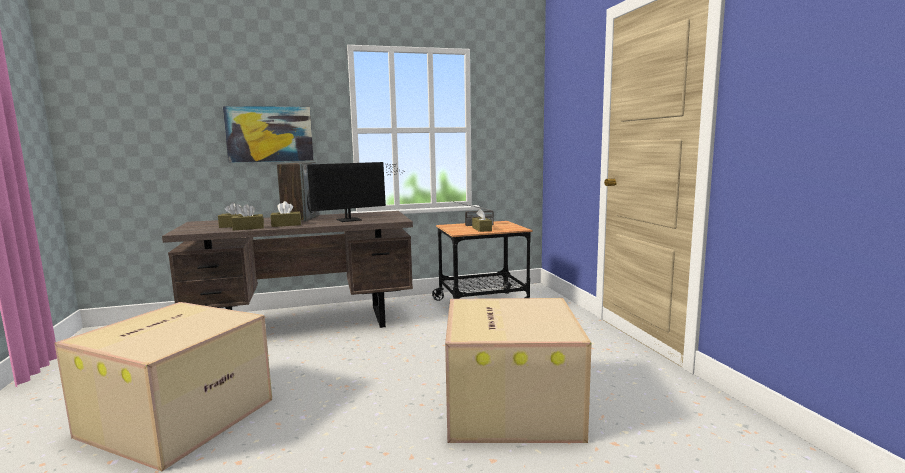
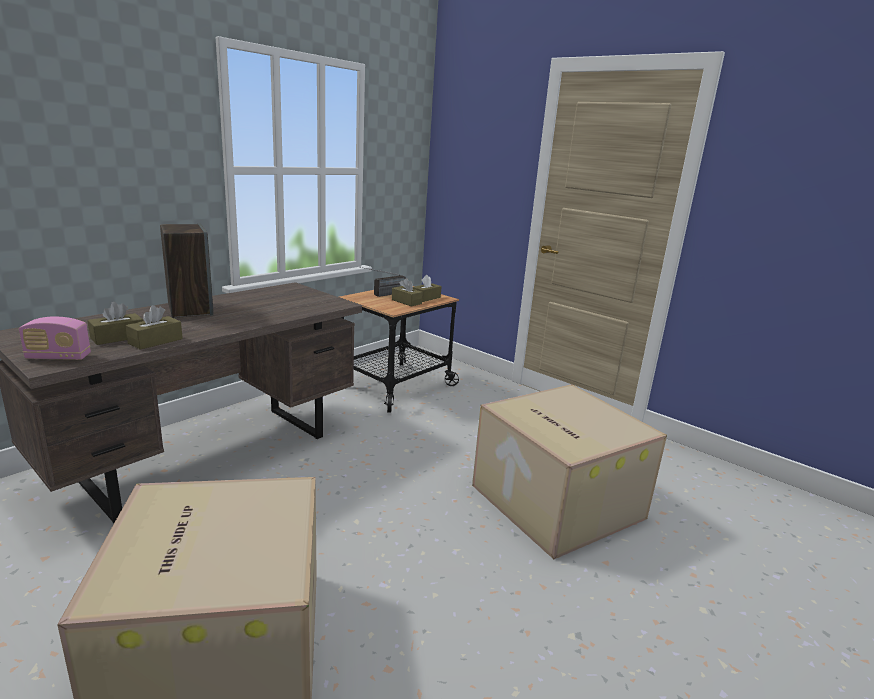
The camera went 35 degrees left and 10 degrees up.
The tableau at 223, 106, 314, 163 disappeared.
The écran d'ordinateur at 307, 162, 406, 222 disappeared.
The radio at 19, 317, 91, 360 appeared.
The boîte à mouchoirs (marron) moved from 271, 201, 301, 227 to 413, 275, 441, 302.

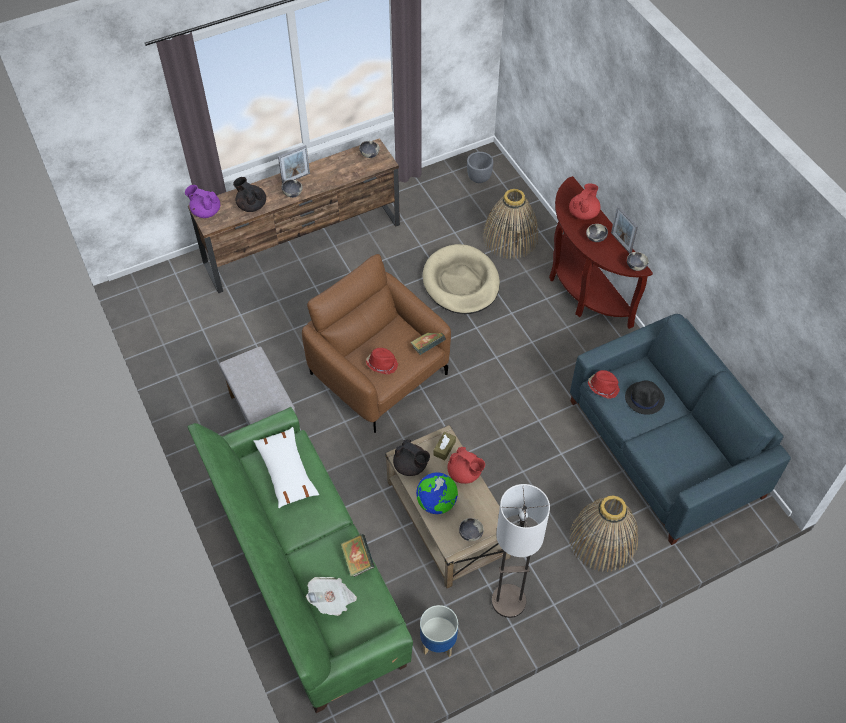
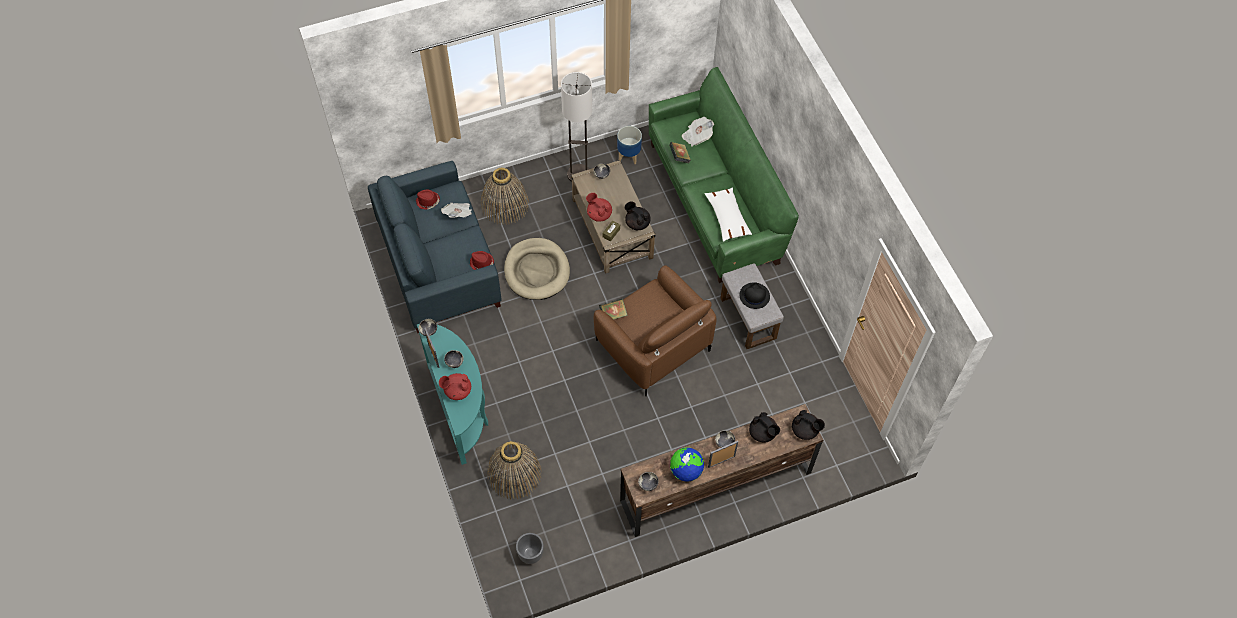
The camera went 175 degrees left and 5 degrees up.
The journal at 441, 203, 472, 218 appeared.
The chapeau (rouge) moved from 366, 348, 398, 374 to 416, 189, 440, 210.
The globe moved from 416, 472, 458, 514 to 670, 447, 704, 482.
The panier pour chien (beige) moved from 423, 244, 500, 314 to 504, 238, 570, 300.
The chapeau (noir) moved from 625, 380, 665, 415 to 739, 282, 770, 309.
The théière (violet) at 185, 185, 220, 218 became the théière (noir) at 792, 410, 825, 440.
The table console (marron) at 549, 176, 653, 329 became the table console (turquoise) at 417, 324, 488, 465.
The théière (rouge) at 569, 183, 601, 220 turned 45 degrees clockwise.

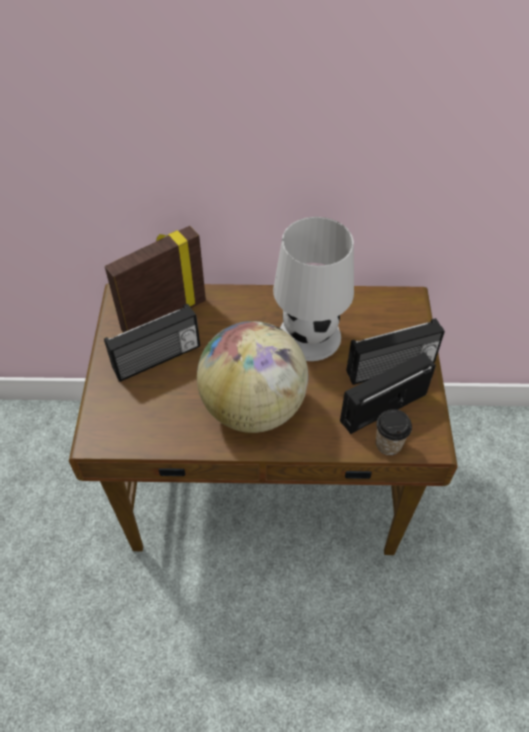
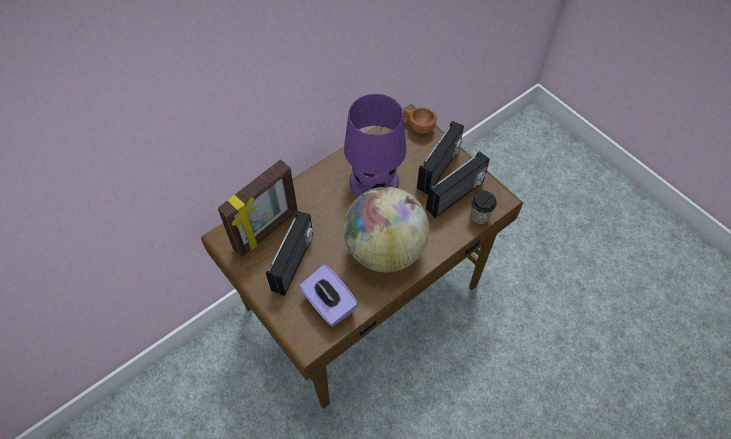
The camera went 40 degrees left and 5 degrees up.
The boîte à mouchoirs (violet) at 299, 264, 358, 327 appeared.
The tasse (marron) at 403, 107, 437, 134 appeared.
The lampe de table (blanc) at 273, 217, 354, 361 became the lampe de table (violet) at 344, 94, 406, 197.
The cadre photo at 105, 226, 206, 333 turned 150 degrees counterclockwise.
The radio at 340, 352, 436, 434 turned 150 degrees counterclockwise.

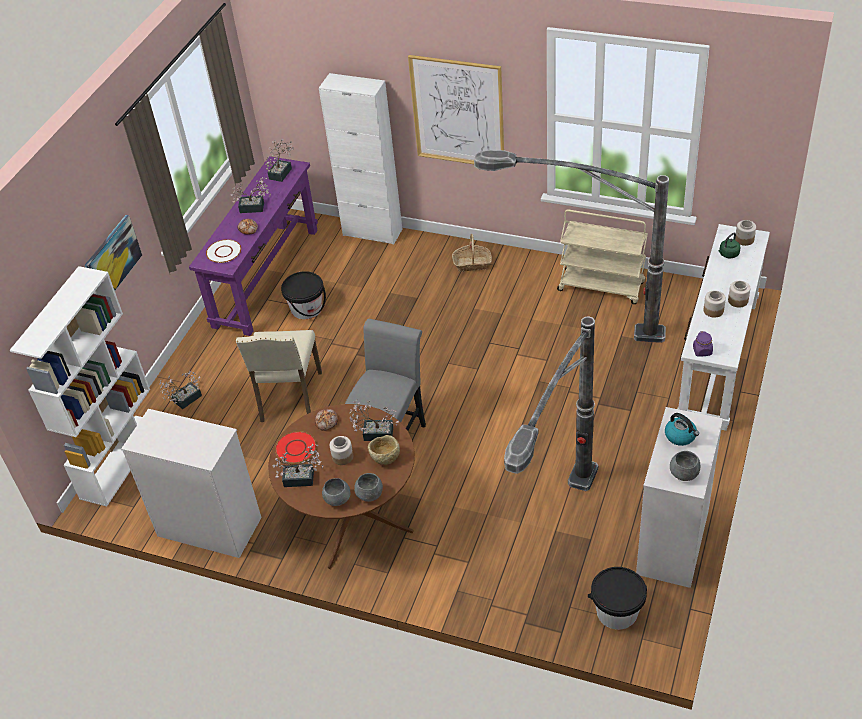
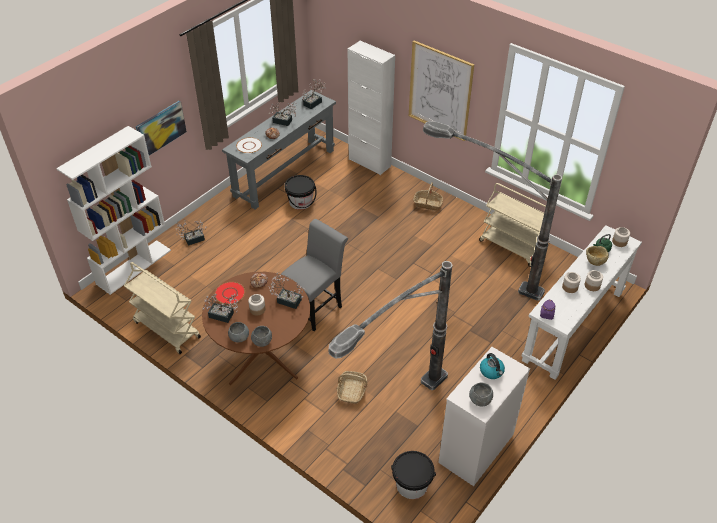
The camera went 15 degrees right and 0 degrees up.
The chaise (beige) at 236, 330, 322, 422 disappeared.
The panier at 337, 371, 368, 404 appeared.
The bol (beige) moved from 368, 435, 400, 465 to 586, 246, 609, 266.
The commode (blanc) at 121, 409, 262, 558 was replaced by the chariot (beige) at 124, 262, 201, 354.
The table console (violet) at 189, 156, 318, 336 became the table console (gris) at 222, 90, 336, 209.

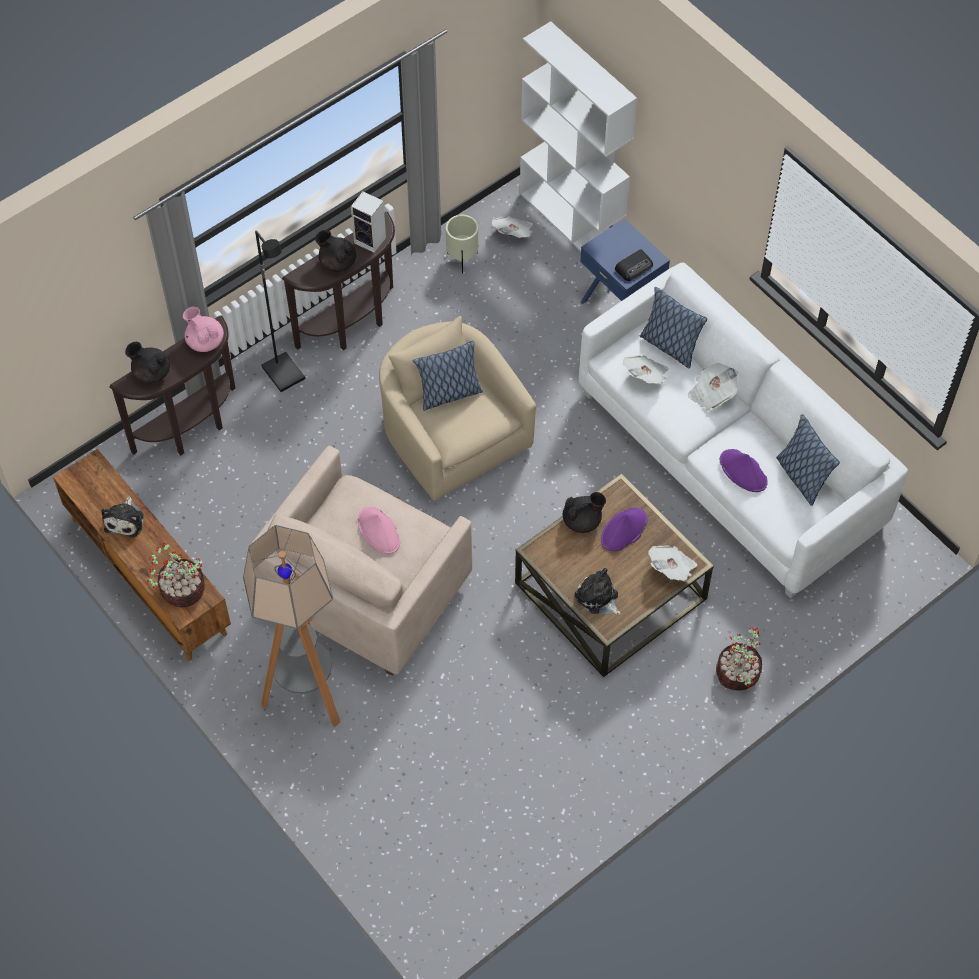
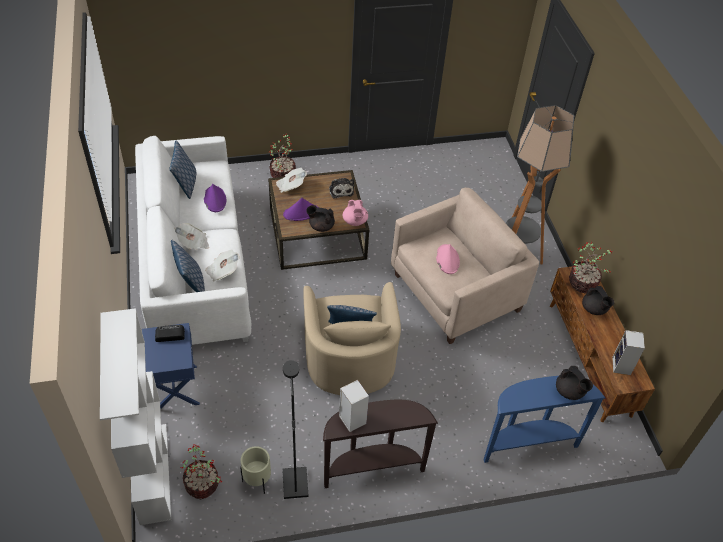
The camera went 155 degrees left and 10 degrees down.
The peluche at 101, 496, 144, 538 disappeared.
The enceinte at 612, 330, 645, 375 appeared.
The théière (rose) moved from 183, 307, 224, 352 to 343, 200, 368, 226.
The lampadaire (noir) moved from 255, 231, 305, 392 to 282, 360, 309, 499.
The théière (noir) moved from 315, 230, 356, 272 to 582, 286, 614, 315.
The journal at 492, 216, 533, 238 was replaced by the plante en pot at 181, 444, 222, 499.
The table console (marron) at 109, 315, 236, 455 became the table console (bleu) at 483, 376, 605, 463.

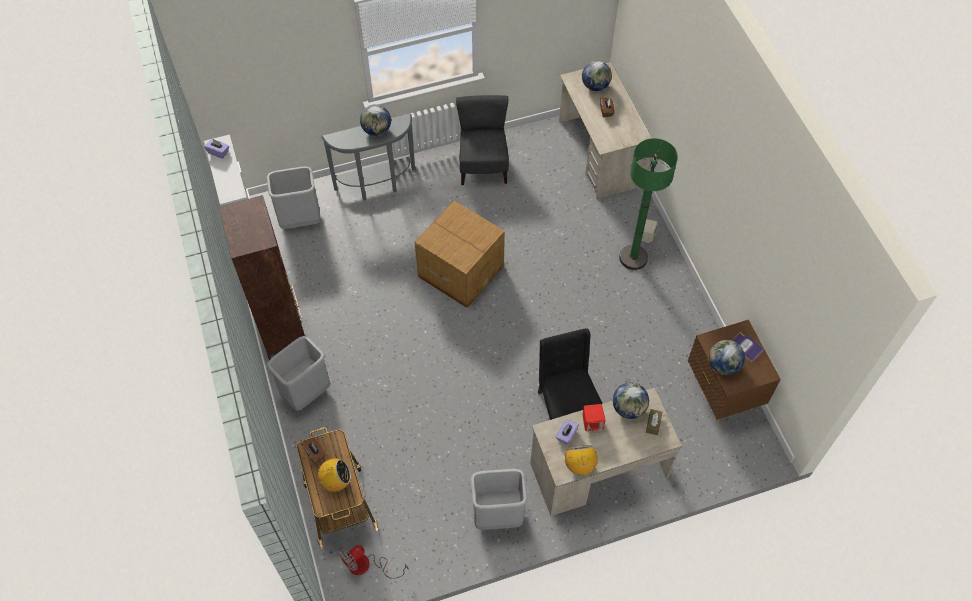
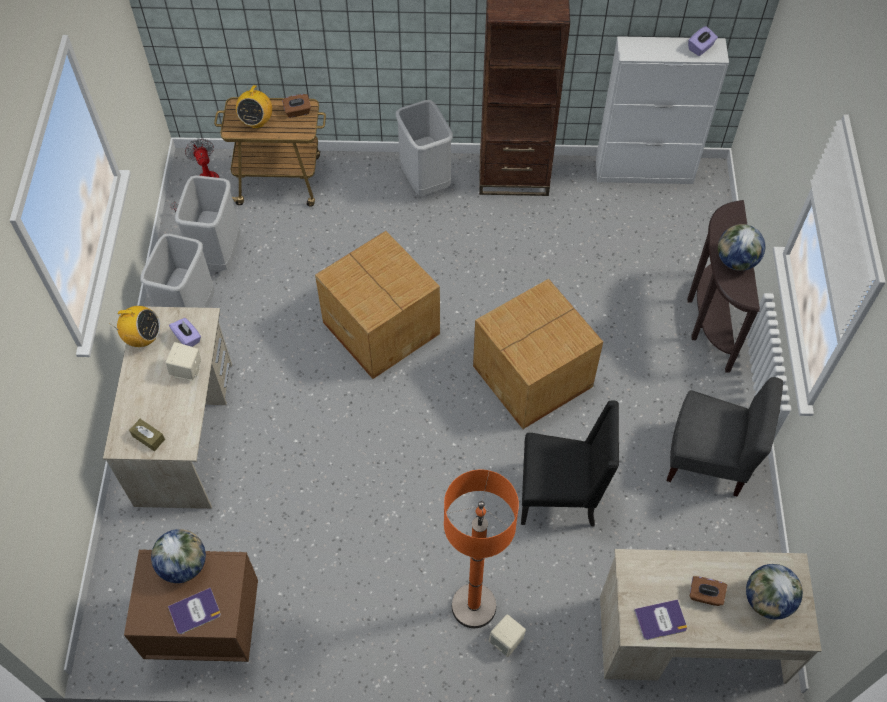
The camera went 110 degrees right and 0 degrees up.
The globe at 613, 382, 649, 419 disappeared.
The carton at 315, 231, 440, 379 appeared.
The livre at 634, 599, 687, 640 appeared.
The poubelle (gris) moved from 267, 166, 321, 229 to 175, 175, 240, 271.
The chaise (noir) moved from 538, 329, 603, 420 to 521, 400, 619, 527.
The table console (gris) at 321, 114, 415, 200 became the table console (marron) at 687, 200, 760, 373.
The enceinte (rouge) at 583, 404, 605, 431 became the enceinte (beige) at 166, 342, 201, 381.
The lampadaire (vert) at 619, 138, 678, 270 became the lampadaire (orange) at 444, 470, 519, 628.

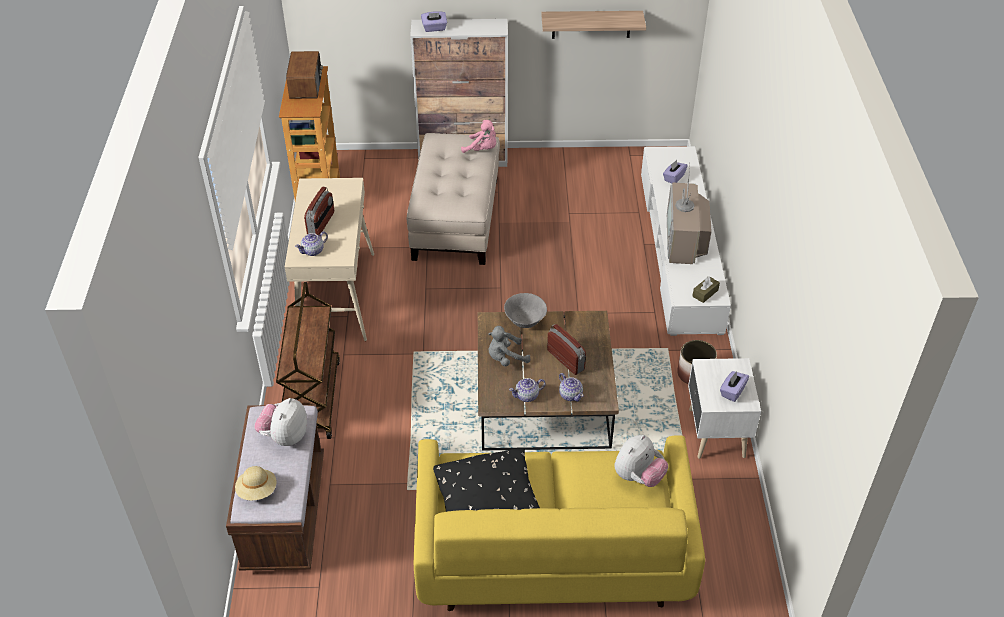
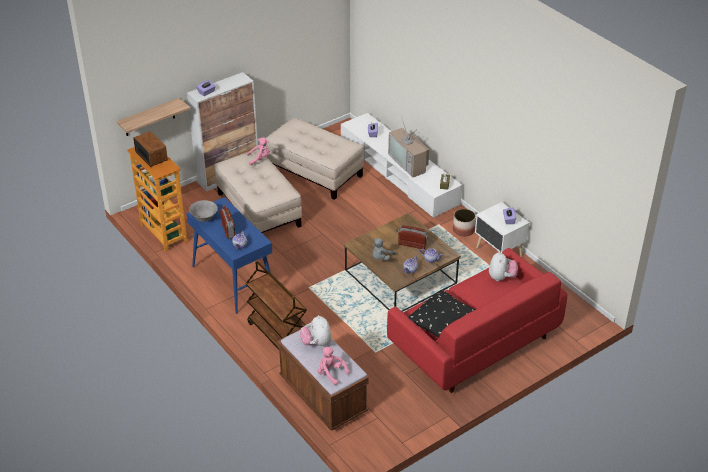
The camera went 35 degrees left and 5 degrees down.
The pouf (beige) at 266, 117, 364, 200 appeared.
The bol (gris) moved from 504, 293, 547, 328 to 189, 200, 218, 222.
The étagère moved from 541, 11, 646, 39 to 117, 98, 190, 136.
The chapeau (beige) at 235, 466, 277, 500 was replaced by the peluche (rose) at 317, 347, 350, 385.
The table console (beige) at 285, 178, 374, 341 became the table console (bleu) at 187, 197, 272, 314.
The canapé (jaune) at 414, 435, 705, 611 became the canapé (rouge) at 387, 248, 567, 393.

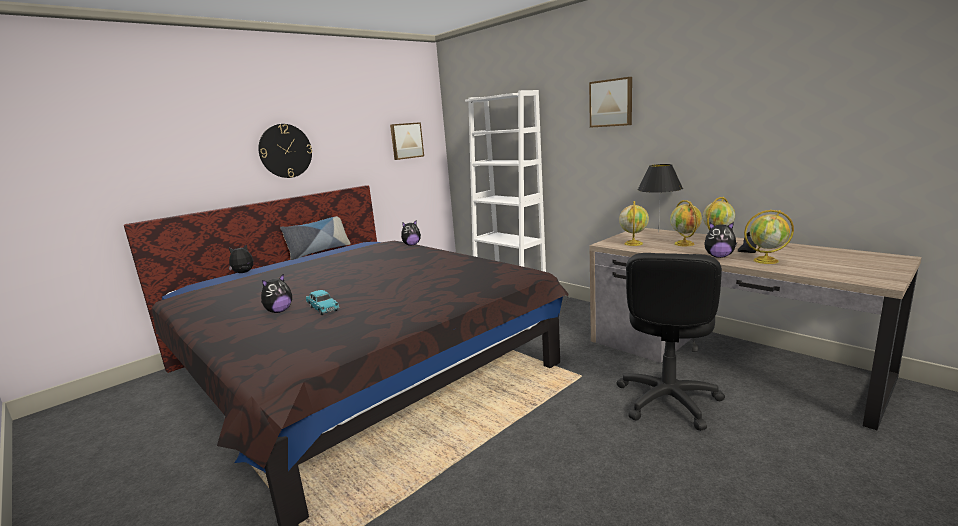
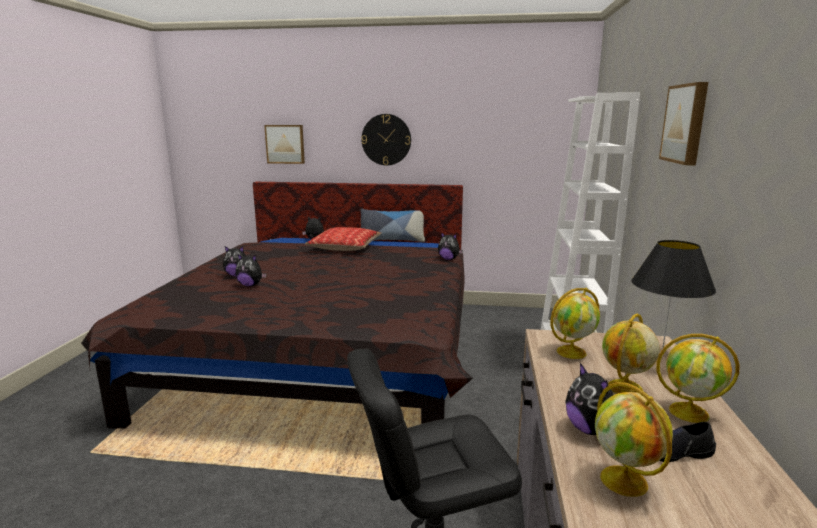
The camera went 50 degrees right and 0 degrees up.
The coussin at 305, 227, 382, 251 appeared.
The tableau moved from 390, 122, 424, 160 to 264, 125, 305, 164.
The petite voiture (turquoise) at 306, 290, 340, 315 was replaced by the peluche at 236, 254, 267, 287.

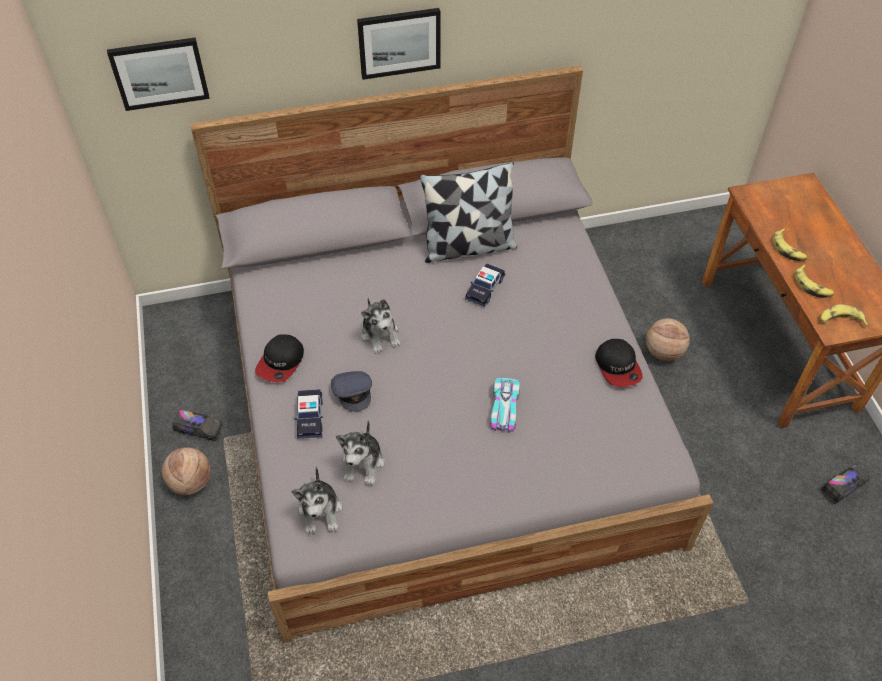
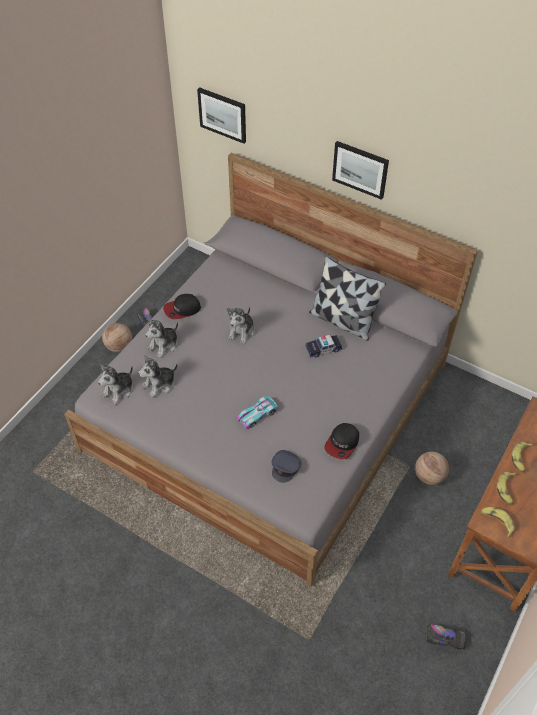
The camera went 45 degrees right and 0 degrees up.
The casquette (gris) moved from 331, 371, 372, 412 to 272, 450, 301, 483.
The petite voiture at 295, 389, 323, 439 was replaced by the peluche at 145, 318, 178, 358.

